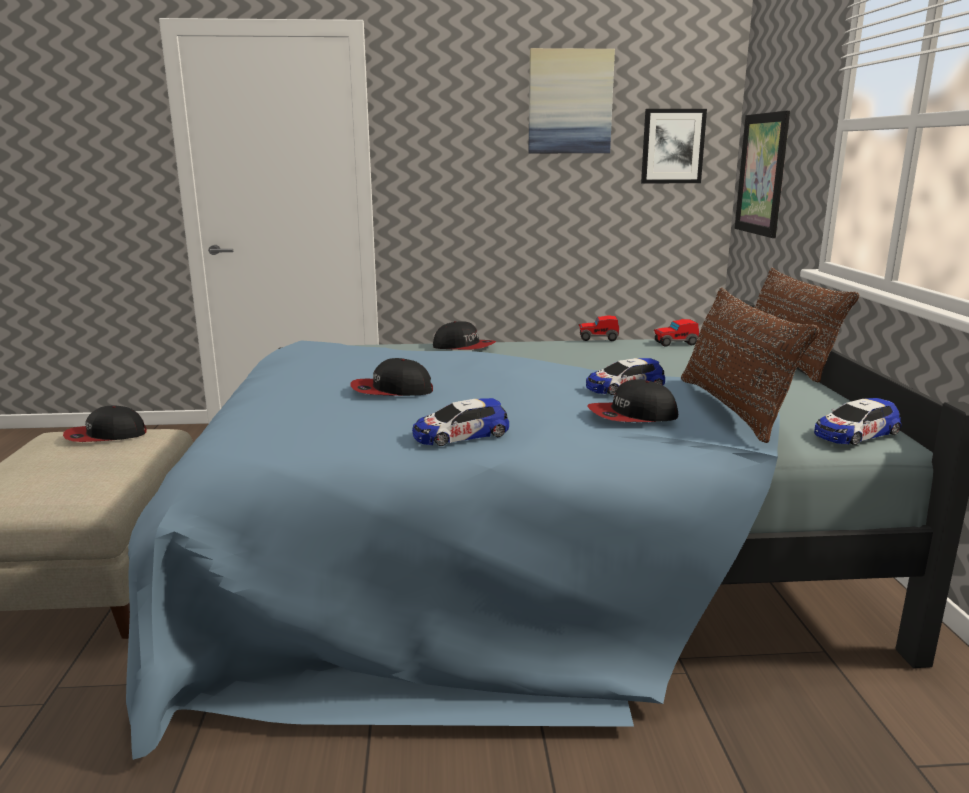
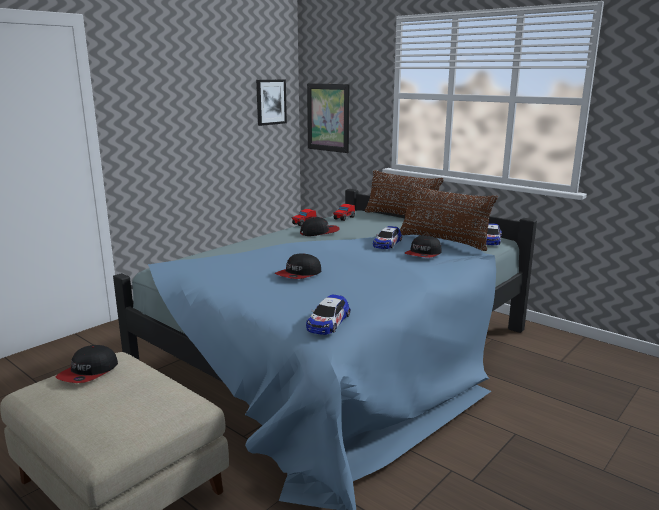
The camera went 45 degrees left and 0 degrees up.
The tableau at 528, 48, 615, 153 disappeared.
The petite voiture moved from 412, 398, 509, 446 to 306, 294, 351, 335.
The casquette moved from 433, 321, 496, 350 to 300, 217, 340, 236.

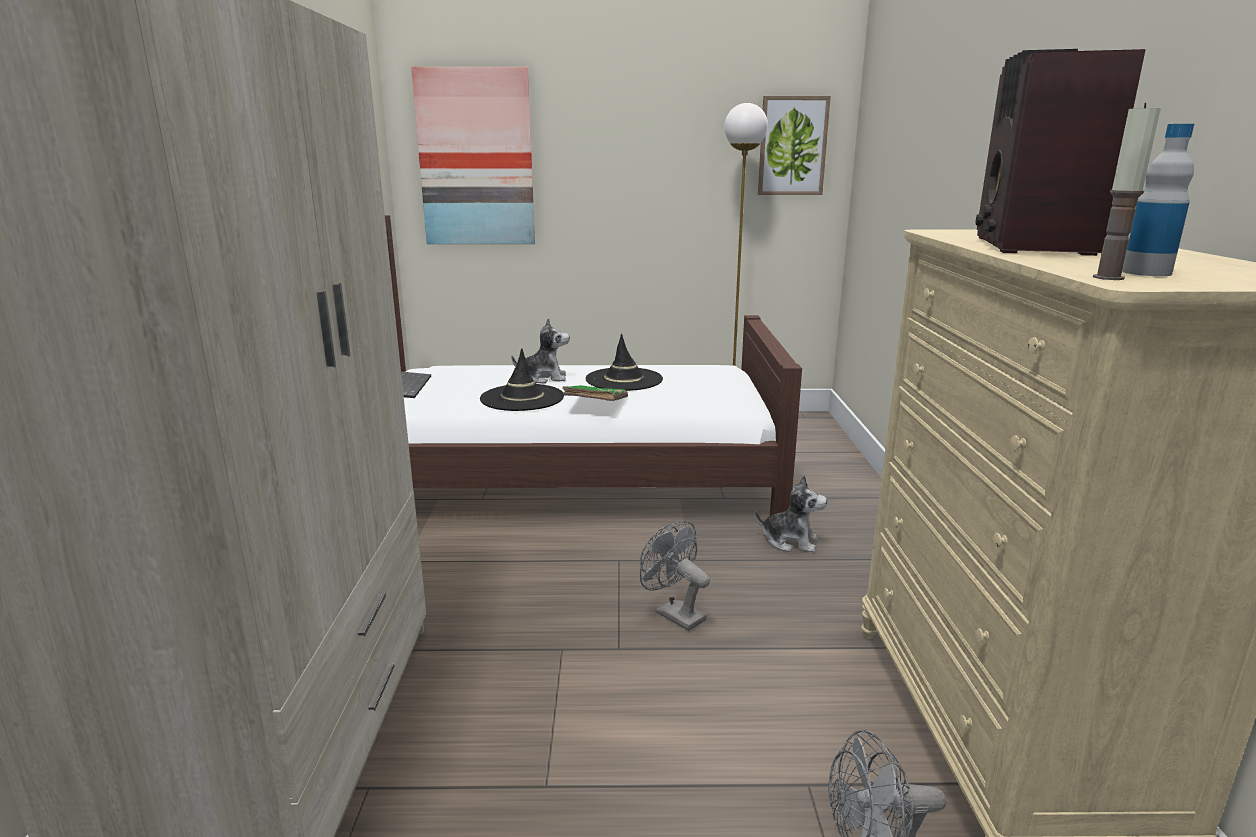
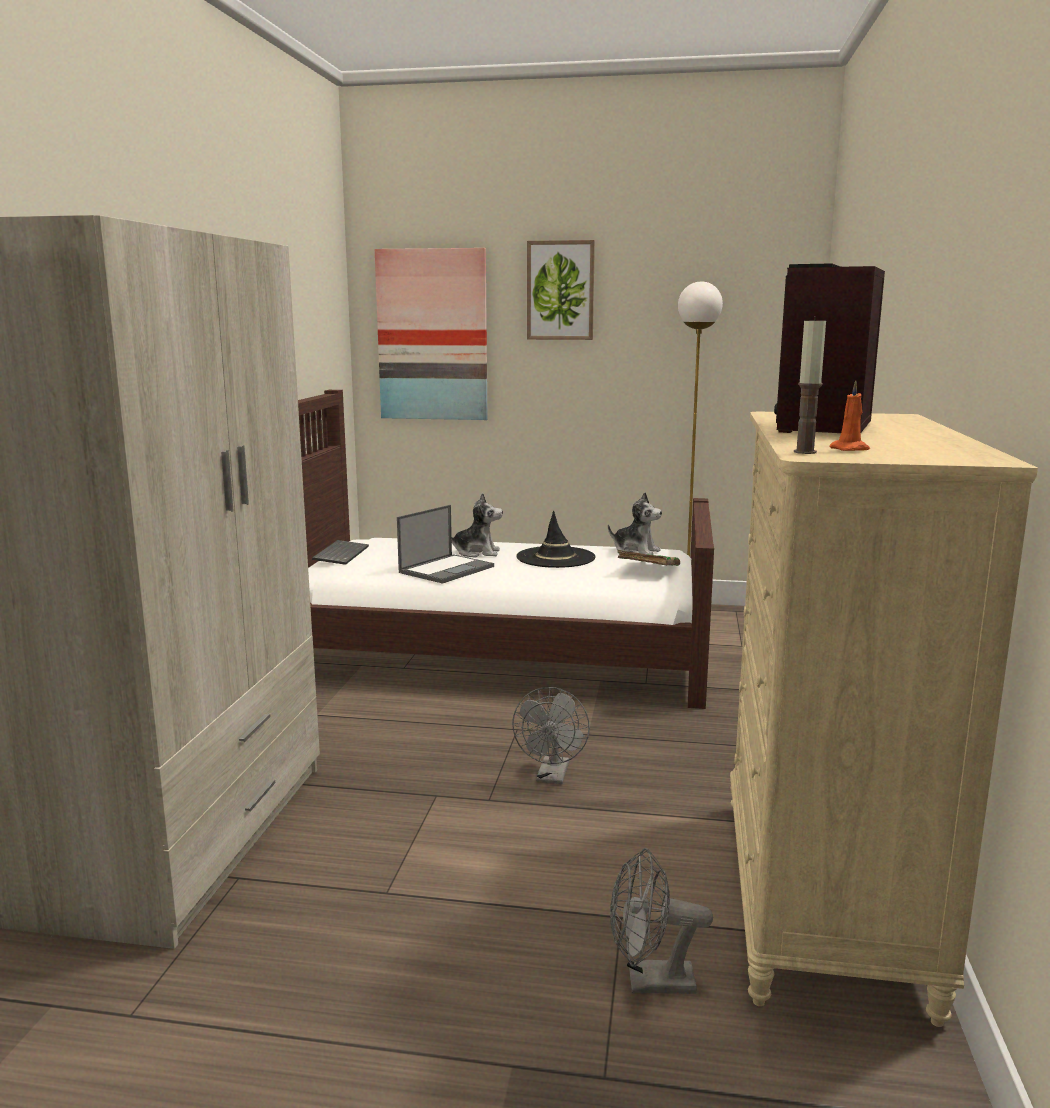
The camera went 10 degrees right and 5 degrees down.
The livre (vert) moved from 562, 385, 628, 401 to 617, 550, 680, 566.
The peluche moved from 755, 475, 827, 553 to 608, 492, 662, 555.
The tableau moved from 758, 96, 831, 195 to 527, 240, 595, 340.
The chapeau (noir) at 480, 348, 564, 411 was replaced by the ordinateur portable at 397, 505, 494, 584.
The bouteille at 1122, 124, 1194, 276 was replaced by the bougie (orange) at 830, 380, 870, 451.
The ventilateur (gris) at 640, 521, 710, 631 turned 135 degrees counterclockwise.

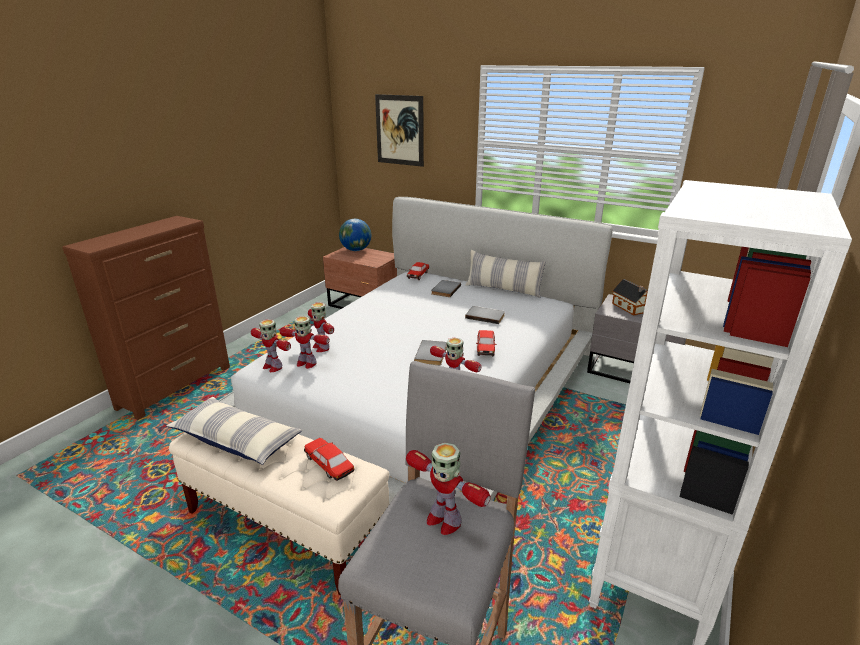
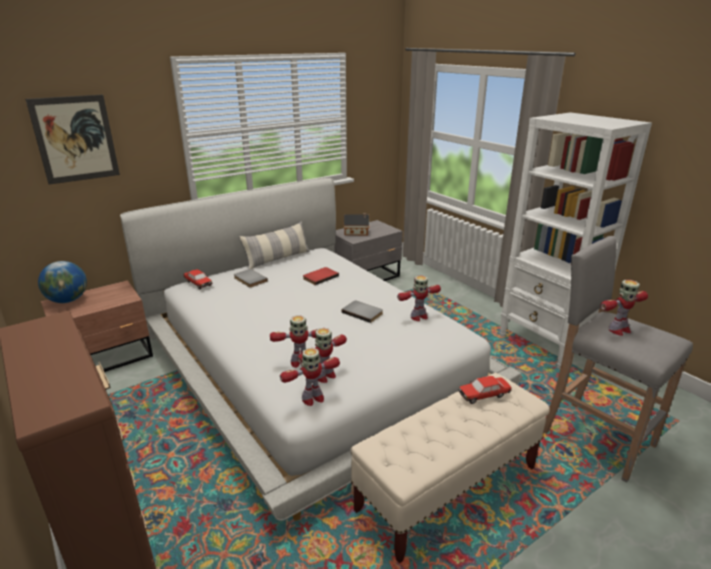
The camera went 65 degrees left and 0 degrees up.
The coussin at 166, 397, 303, 465 disappeared.
The petite voiture at 476, 330, 496, 357 disappeared.
The livre (gris) at 465, 306, 505, 324 became the livre (rouge) at 303, 267, 339, 285.

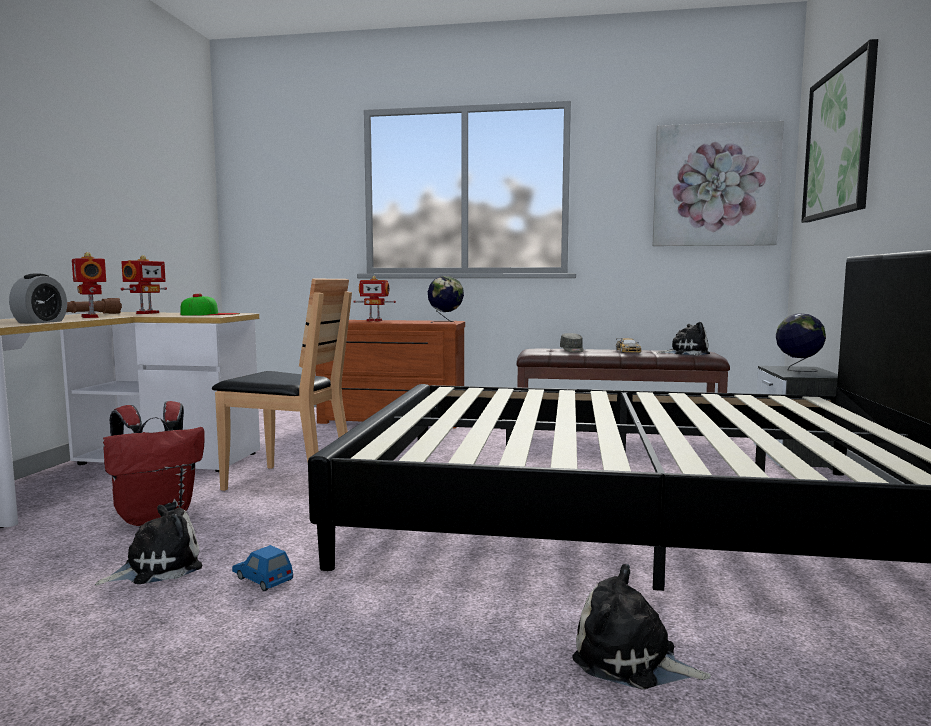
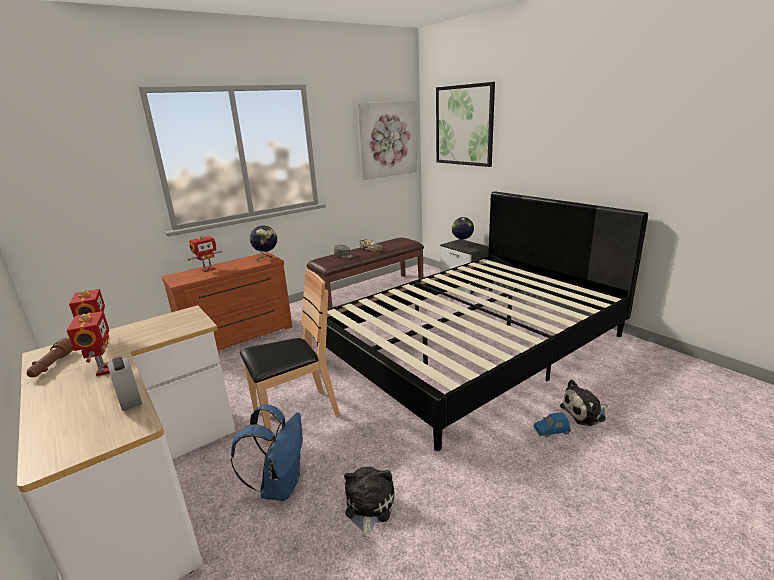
The camera went 45 degrees left and 15 degrees up.
The casquette at 181, 294, 240, 316 disappeared.
The peluche at 657, 322, 710, 355 disappeared.
The petite voiture (bleu) moved from 232, 545, 293, 591 to 533, 412, 571, 437.
The sac à dos (rouge) at 103, 401, 205, 526 became the sac à dos (bleu) at 231, 404, 303, 501.
The robot jouet at 72, 252, 106, 318 turned 120 degrees counterclockwise.

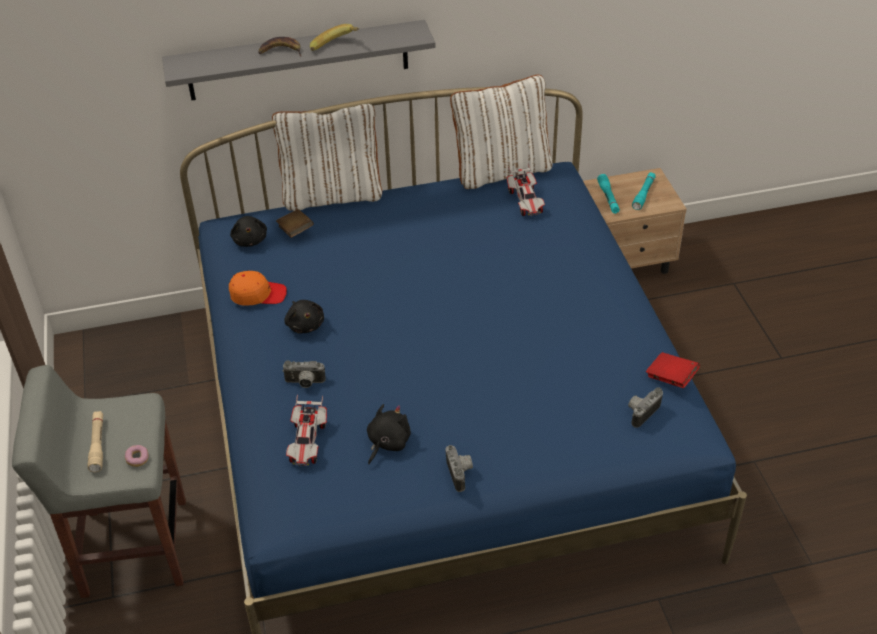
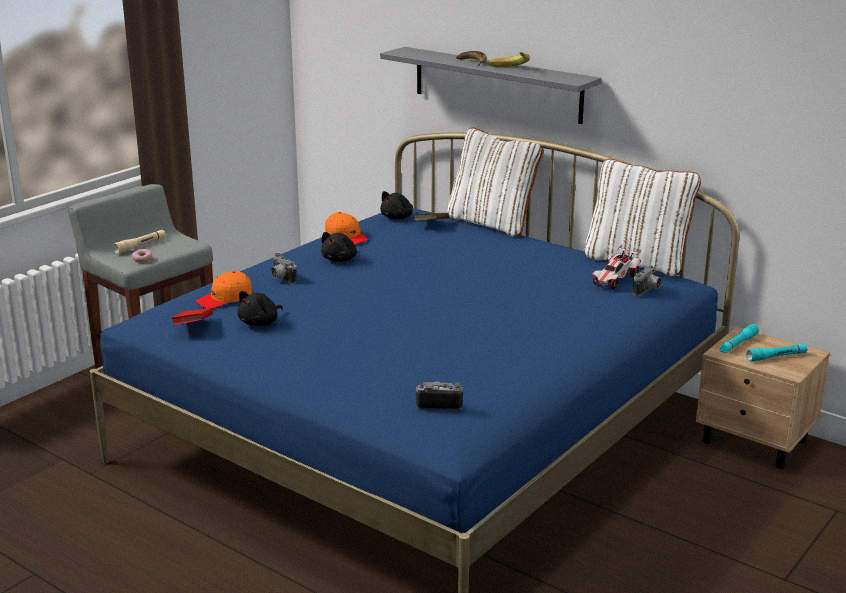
The camera went 50 degrees right and 20 degrees down.
The appareil photo moved from 445, 445, 473, 492 to 633, 265, 661, 296.
The livre (rouge) moved from 646, 352, 700, 388 to 171, 308, 213, 325.
The petite voiture at 286, 395, 327, 466 was replaced by the casquette (orange) at 196, 271, 252, 309.
The peluche (noir) at 367, 404, 411, 464 turned 135 degrees clockwise.

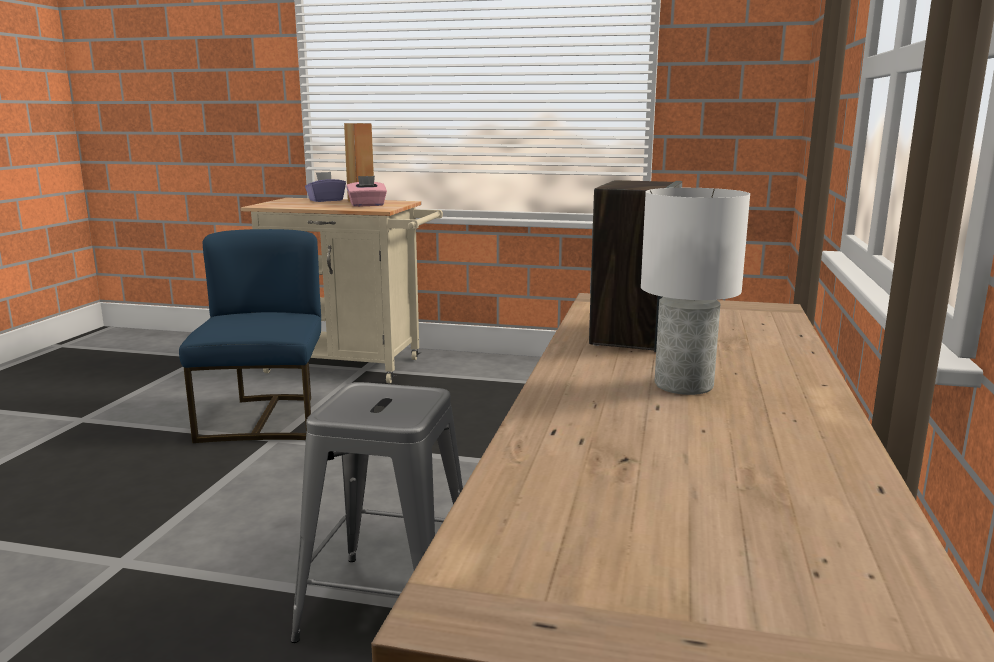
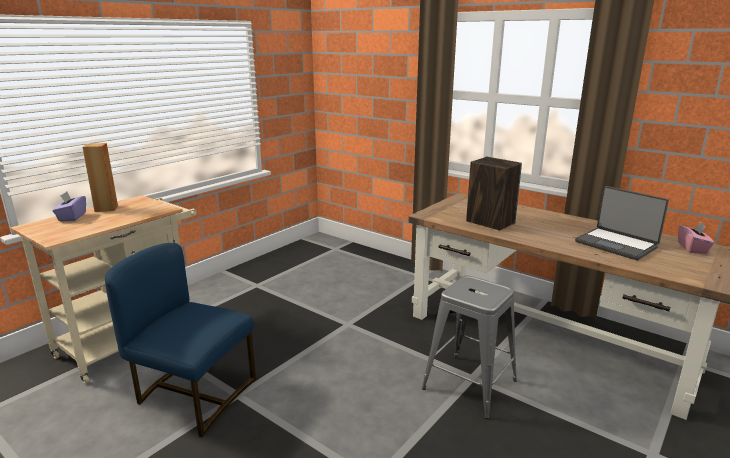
The camera went 65 degrees left and 5 degrees up.
The lampe de table (blanc) at 641, 188, 750, 395 disappeared.
The ordinateur portable at 575, 186, 669, 260 appeared.
The boîte à mouchoirs (rose) moved from 346, 176, 387, 207 to 678, 222, 715, 254.

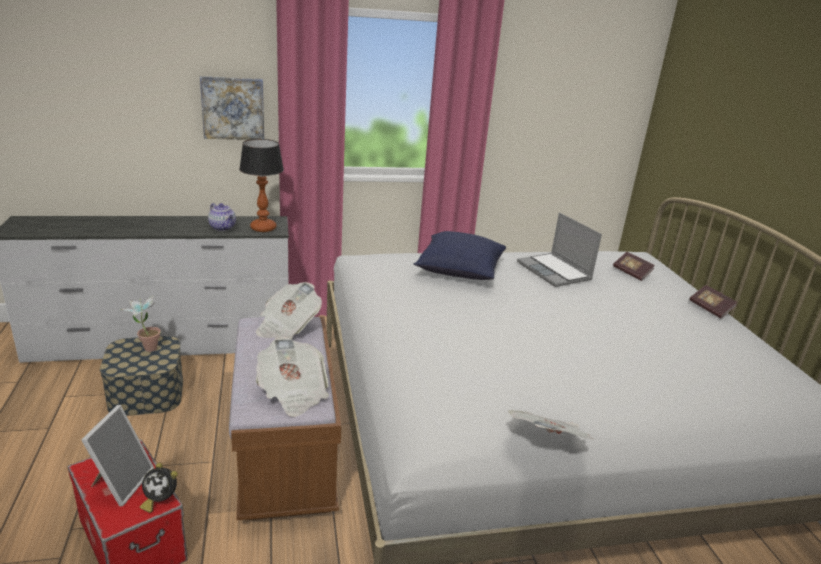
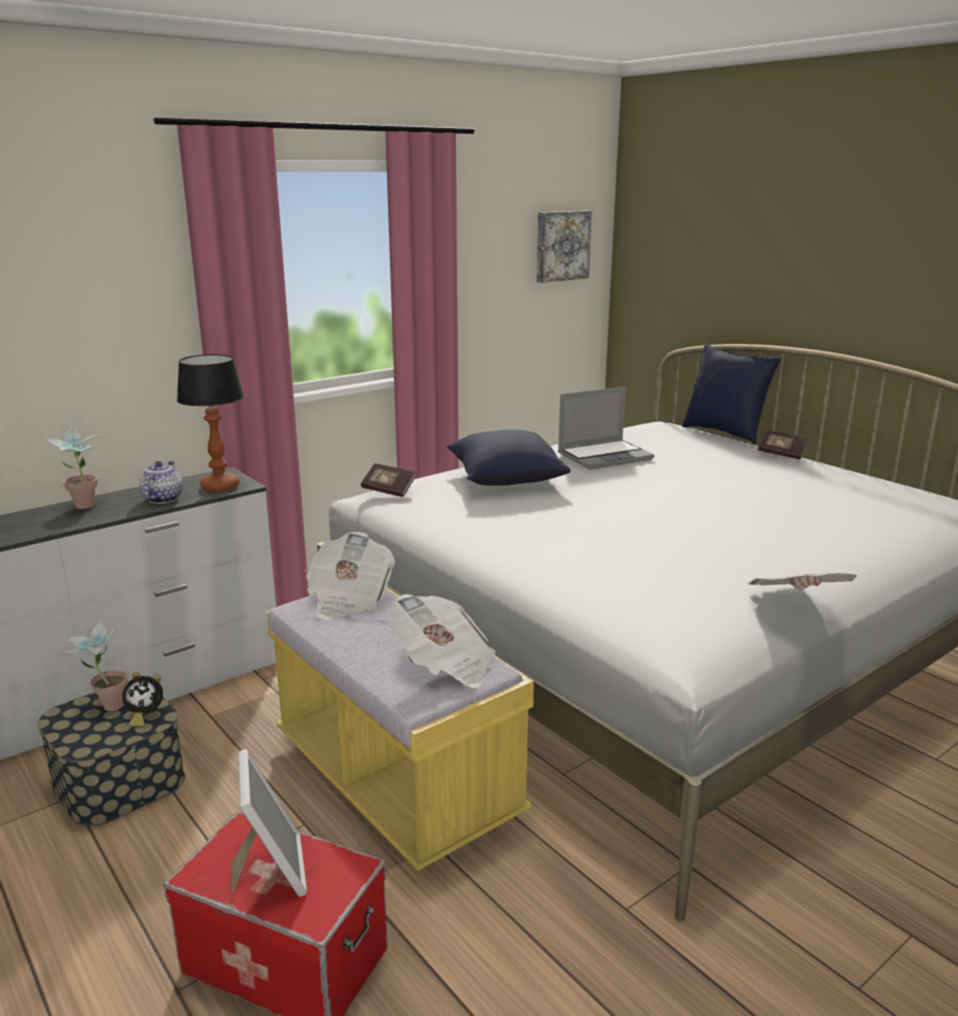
The camera went 25 degrees left and 5 degrees down.
The plante en pot at 44, 425, 101, 509 appeared.
The coussin (bleu) at 682, 344, 782, 444 appeared.
The réveil moved from 140, 463, 178, 513 to 122, 672, 163, 727.
The tableau moved from 200, 76, 264, 140 to 537, 211, 592, 283.
The livre moved from 613, 252, 655, 281 to 361, 463, 415, 497.
The banc (marron) at 229, 316, 341, 520 became the banc (jaune) at 266, 587, 534, 871.
The théière at 208, 203, 236, 231 turned 105 degrees counterclockwise.
The ordinateur portable at 517, 213, 602, 287 turned 60 degrees counterclockwise.

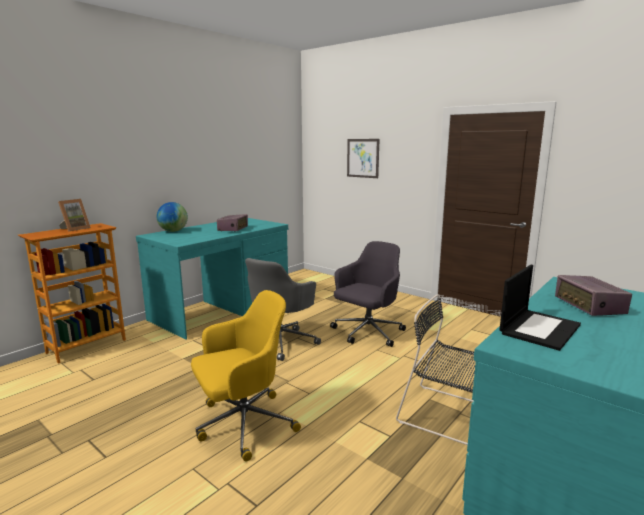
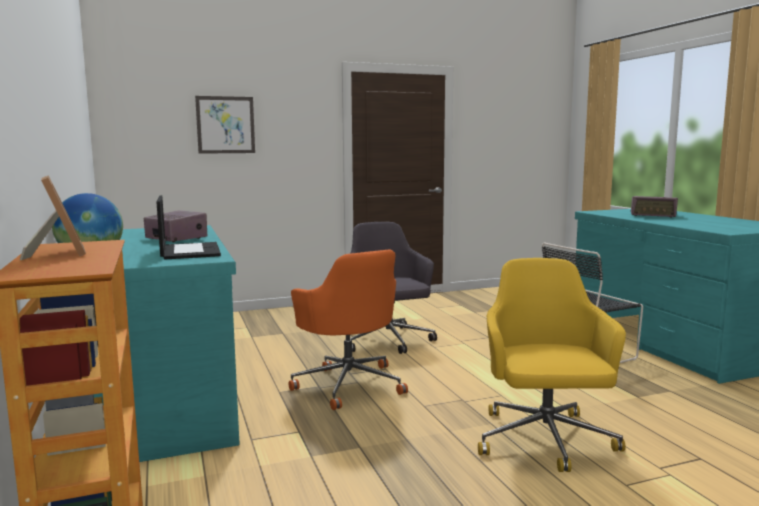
The camera went 60 degrees left and 5 degrees down.
The ordinateur portable moved from 499, 265, 581, 351 to 157, 195, 221, 260.
The chaise de bureau (gris) at 245, 258, 321, 361 became the chaise de bureau (orange) at 288, 250, 408, 410.

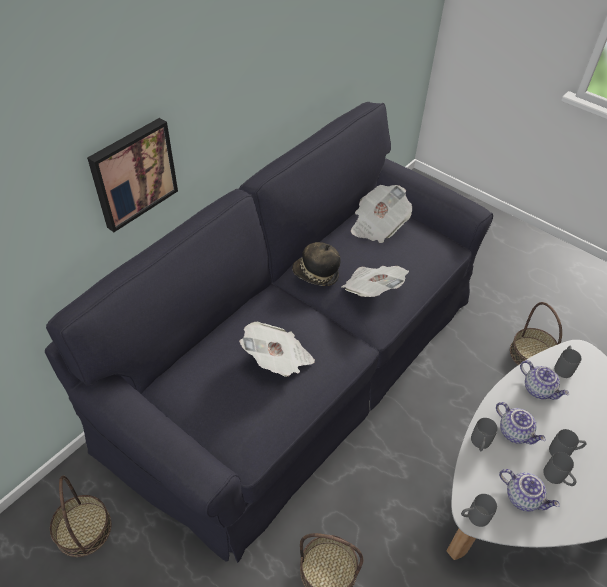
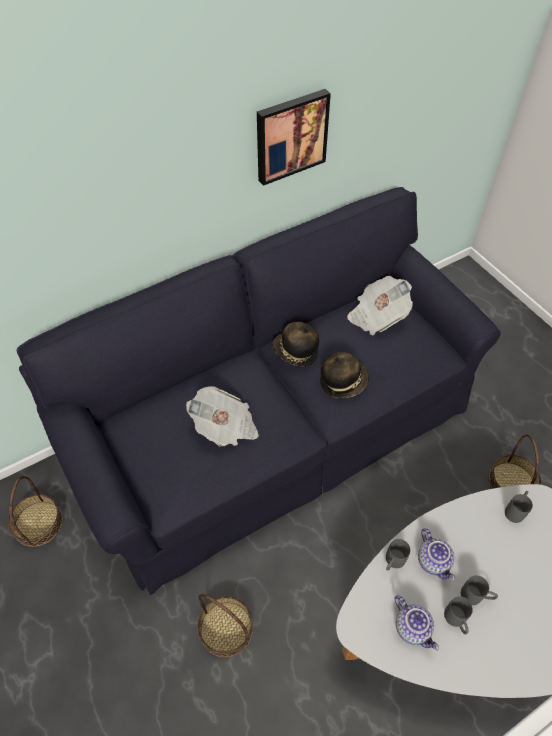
The camera went 20 degrees right and 5 degrees up.
The mug (gris) at 461, 494, 497, 527 disappeared.
The théière at 520, 360, 569, 400 disappeared.
The tableau moved from 87, 118, 178, 232 to 257, 89, 331, 186.
The journal at 342, 266, 409, 297 was replaced by the chapeau at 320, 352, 369, 398.

